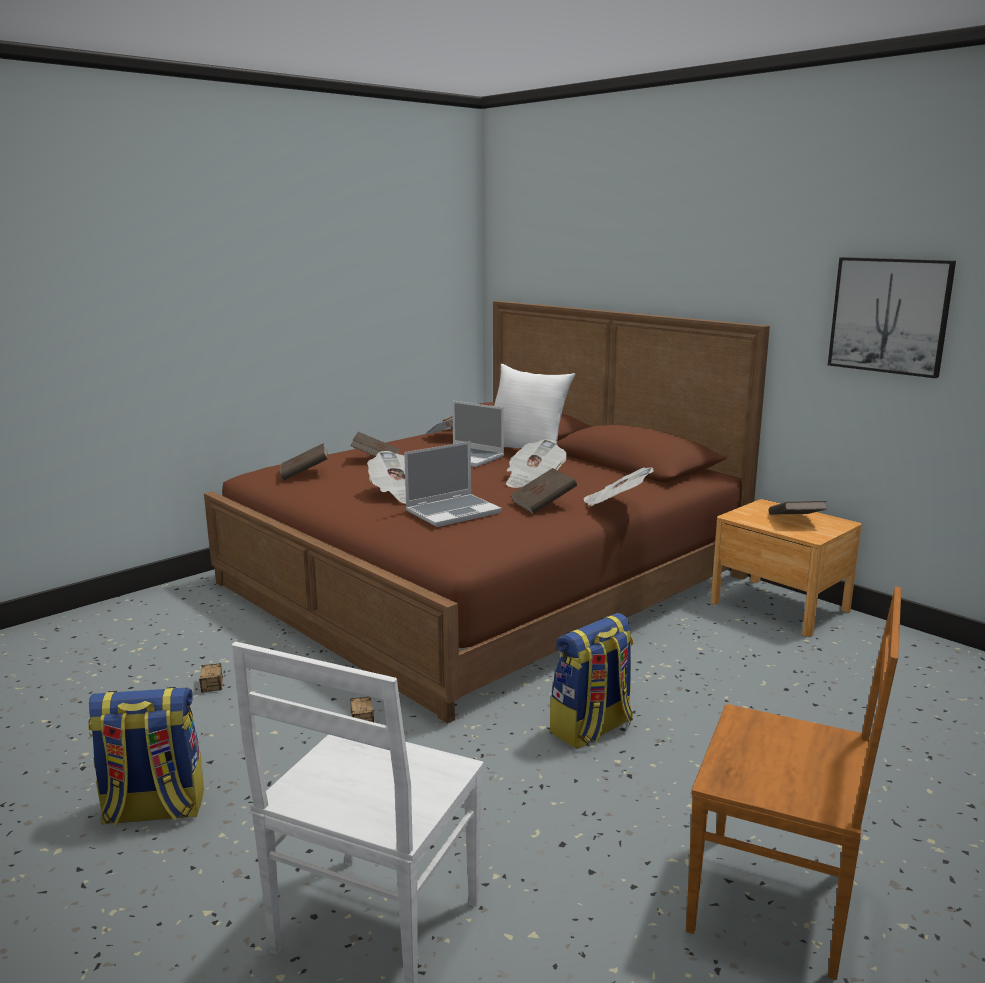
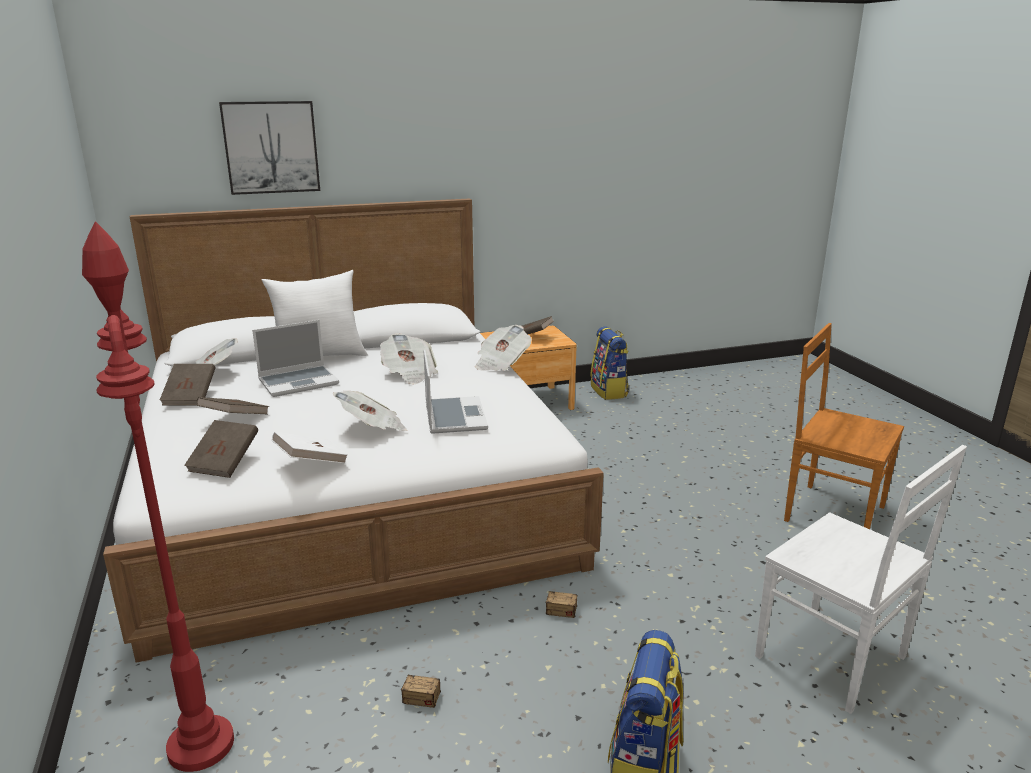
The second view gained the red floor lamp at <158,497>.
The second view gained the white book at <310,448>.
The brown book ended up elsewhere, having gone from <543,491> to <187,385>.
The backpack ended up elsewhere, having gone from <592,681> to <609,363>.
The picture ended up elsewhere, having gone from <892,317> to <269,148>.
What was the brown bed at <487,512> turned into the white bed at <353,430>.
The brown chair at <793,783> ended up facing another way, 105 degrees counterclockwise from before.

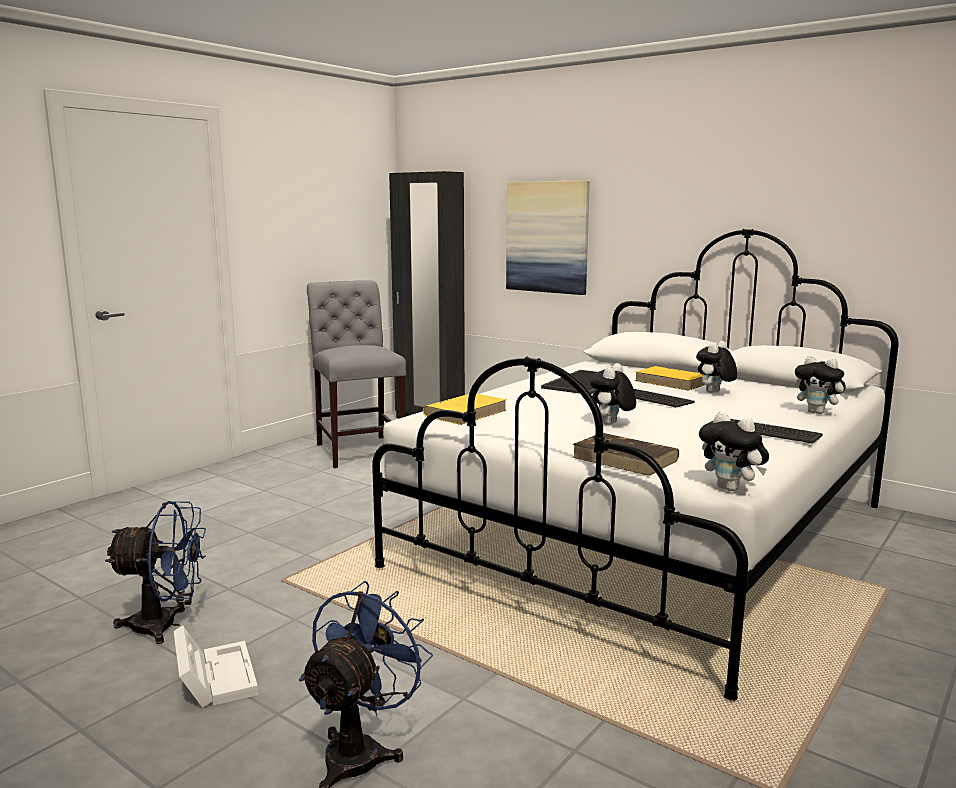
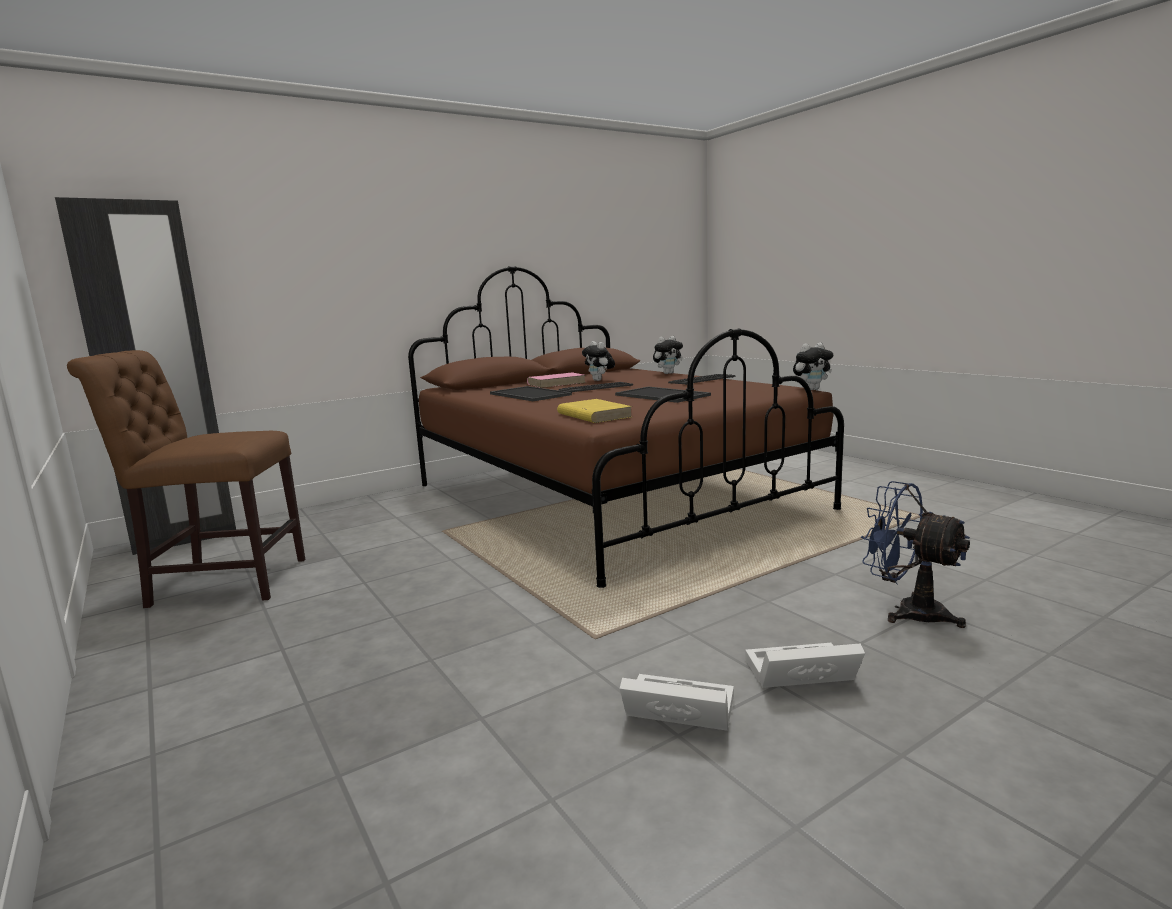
The second view lost the picture at <548,237>.
The second view lost the brown book at <625,454>.
Where the blue fan stood at <155,572>, the white storage box came to stand at <677,702>.
Where the plush toy stood at <613,394>, the tray came to stand at <663,394>.
What was the grey chair at <356,374> turned into the brown chair at <186,479>.
What was the white bed at <635,465> turned into the brown bed at <626,427>.
What was the yellow book at <669,378> turned into the pink book at <556,380>.

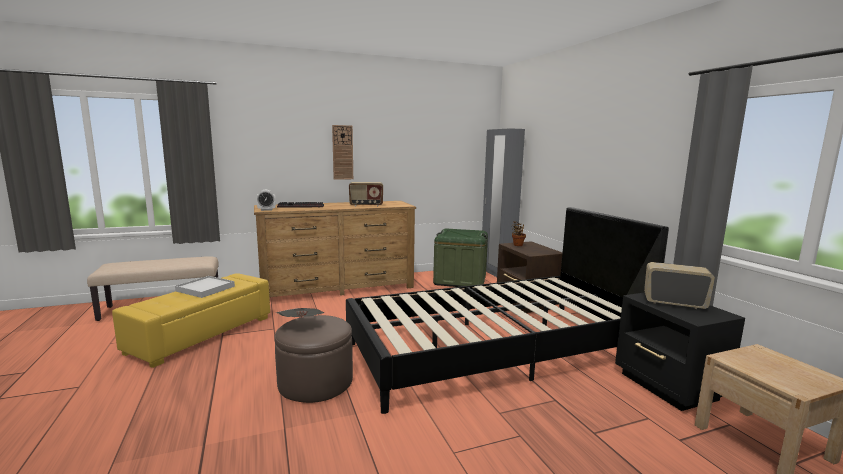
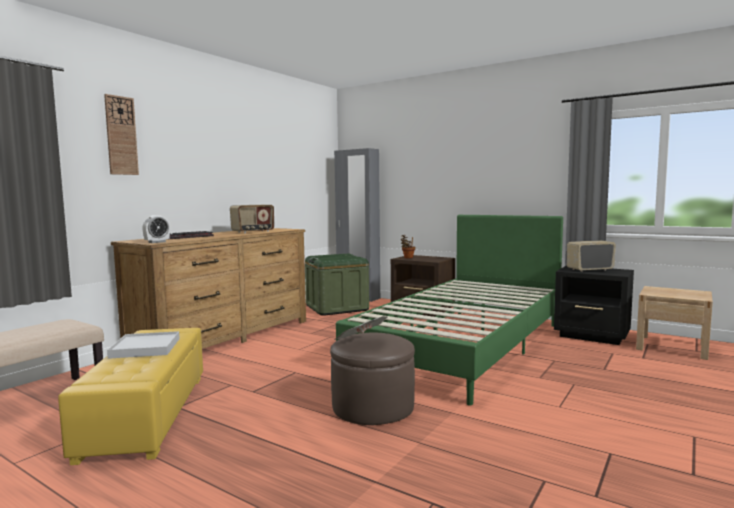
The wall clock ended up elsewhere, having gone from <342,152> to <121,134>.
What was the black bed at <507,310> turned into the green bed at <449,310>.

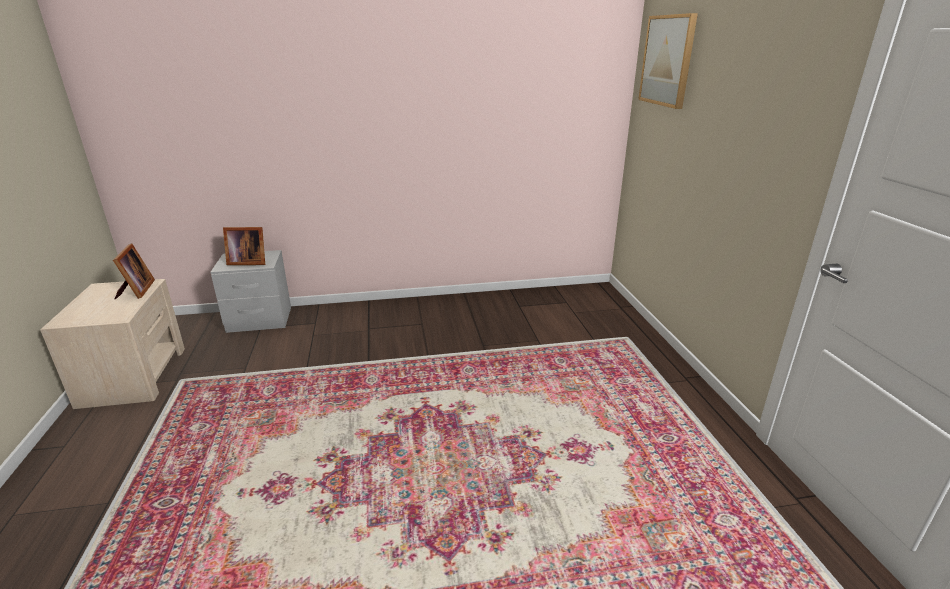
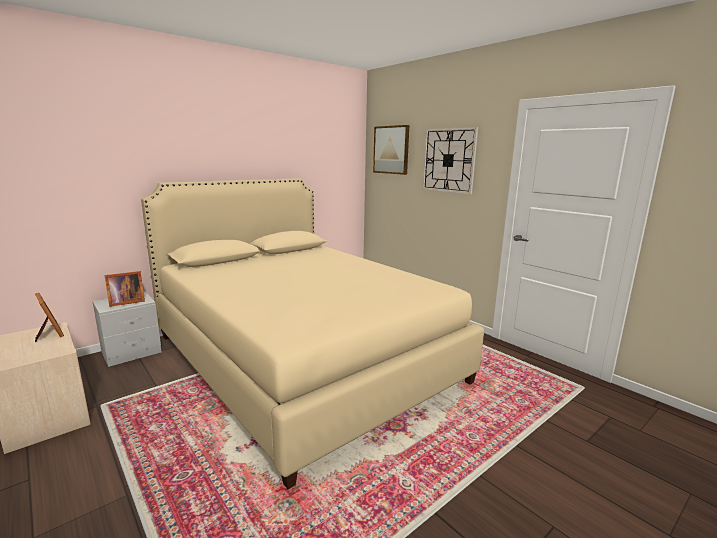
The second view gained the beige bed at <312,333>.
The second view gained the wall clock at <450,160>.

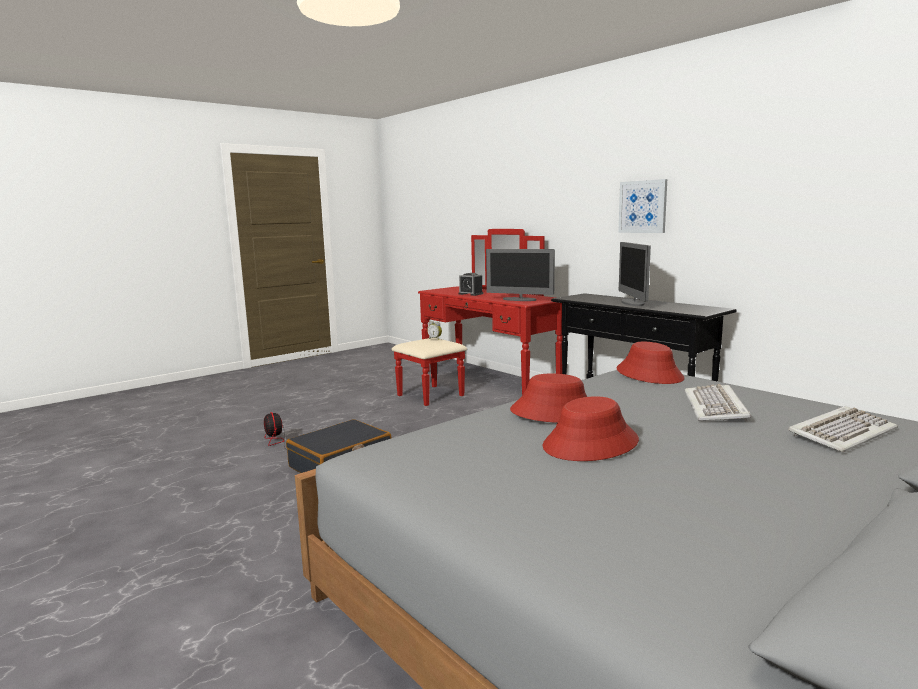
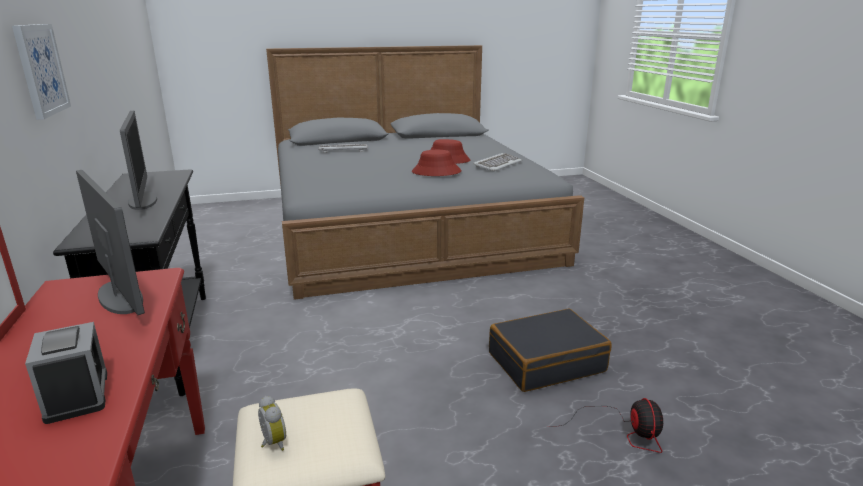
The second view lost the red hat at <650,363>.
The keyboard ended up elsewhere, having gone from <717,403> to <497,162>.
The monitor at <635,274> ended up facing another way, 45 degrees counterclockwise from before.

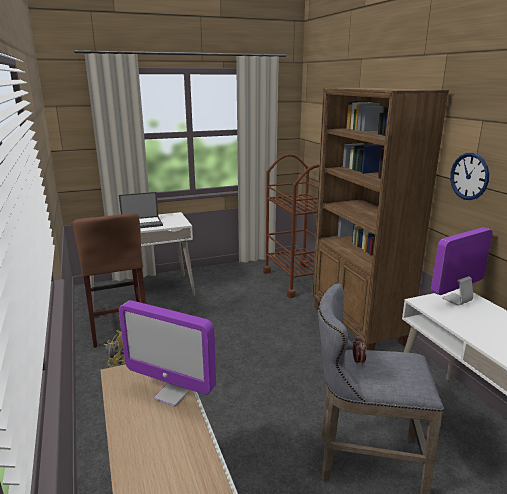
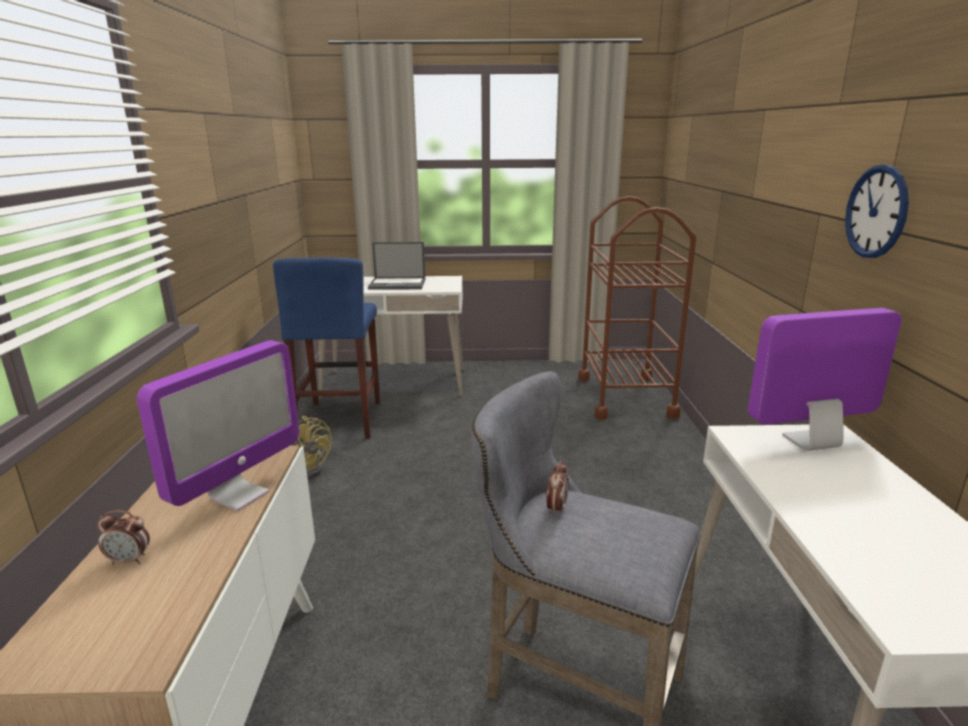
The second view lost the brown bookcase at <381,219>.
The second view gained the alarm clock at <123,537>.
What was the brown stool at <109,280> turned into the blue stool at <326,348>.
The monitor at <167,353> ended up facing another way, 105 degrees counterclockwise from before.

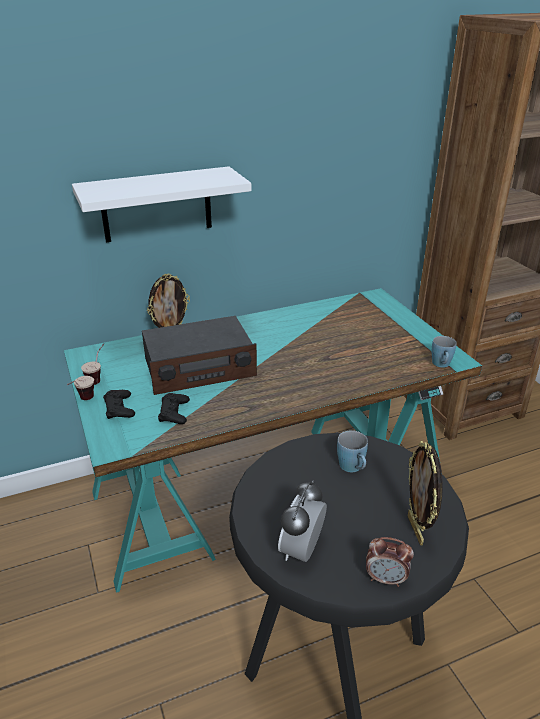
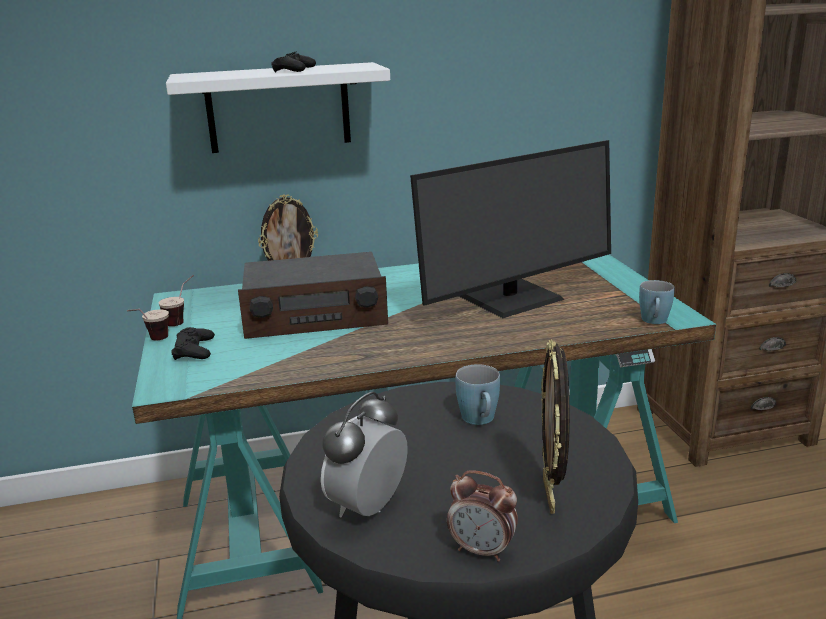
The second view gained the monitor at <510,229>.
The black game controller ended up elsewhere, having gone from <174,408> to <294,61>.

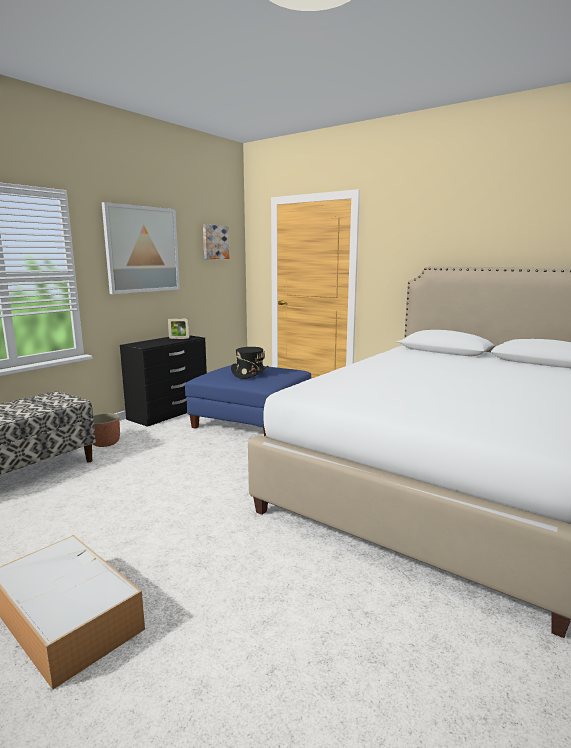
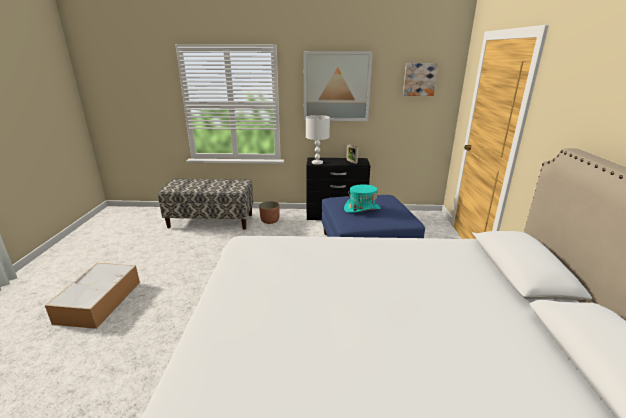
The second view gained the white table lamp at <318,139>.
What was the black hat at <250,363> turned into the turquoise hat at <362,198>.

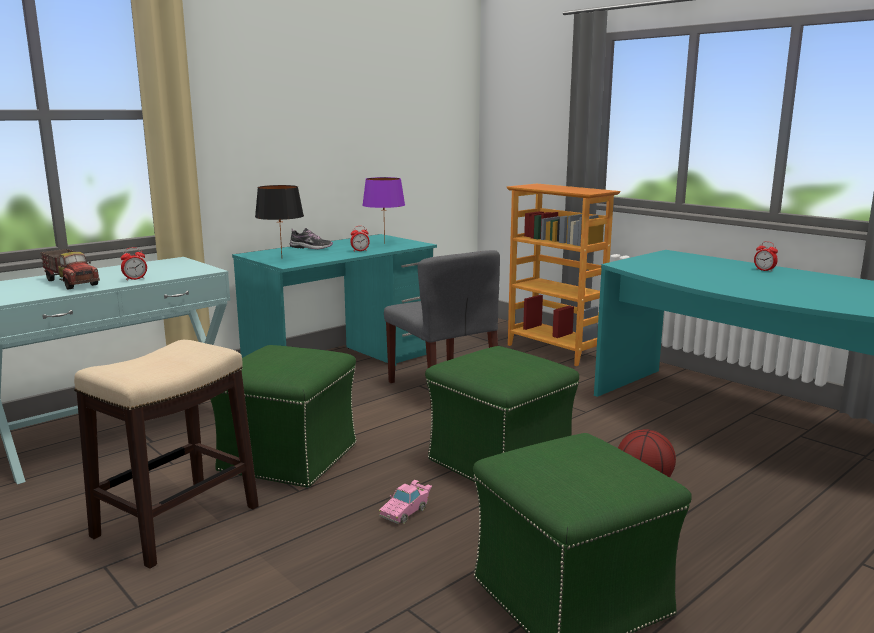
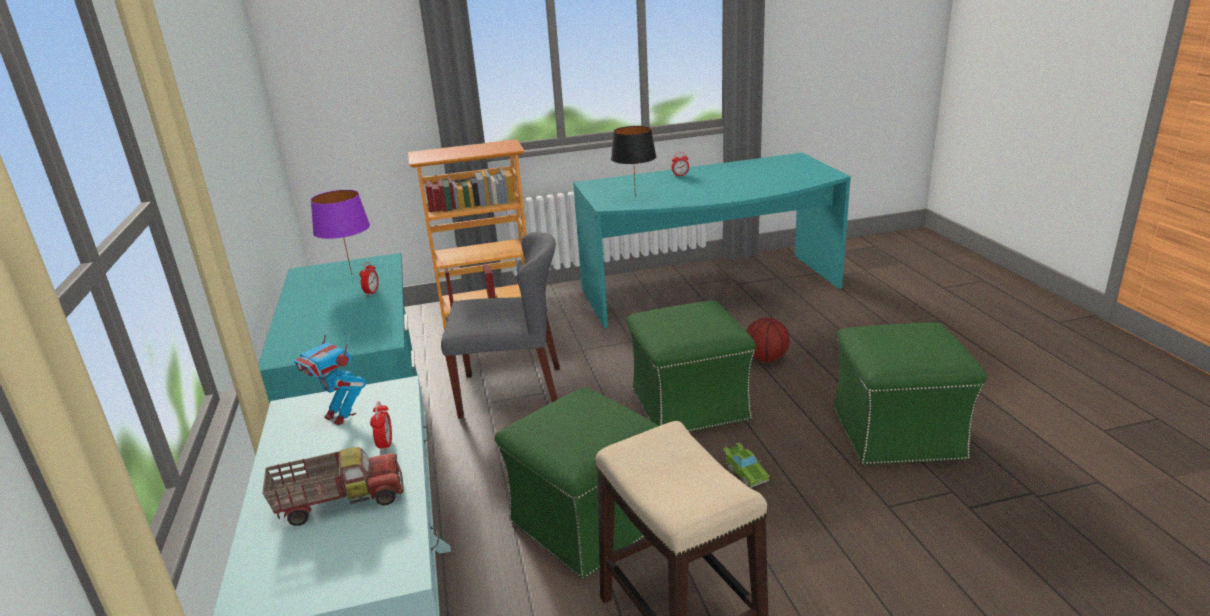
The second view lost the shoe at <311,238>.
The second view gained the toy robot at <330,375>.
The black table lamp ended up elsewhere, having gone from <279,220> to <633,162>.
What was the pink toy car at <405,502> turned into the green toy car at <746,465>.

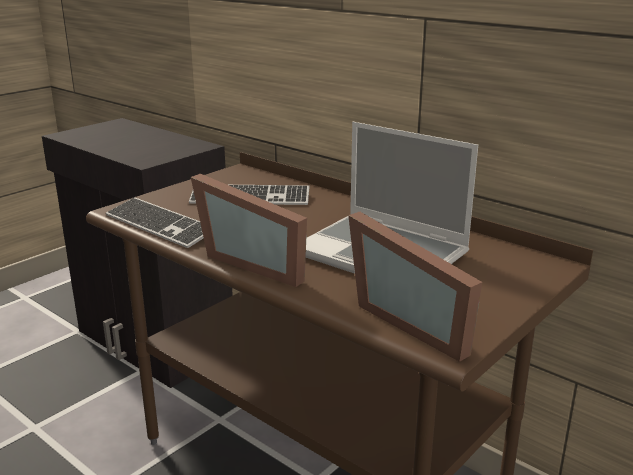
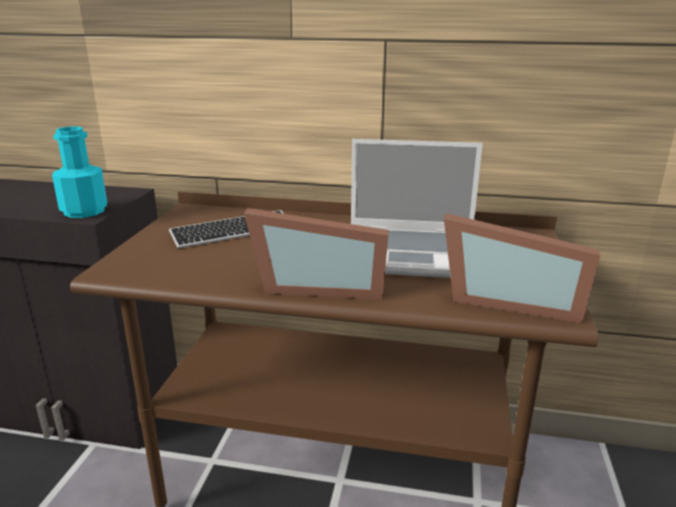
The second view lost the keyboard at <155,222>.
The second view gained the turquoise bottle at <79,172>.

